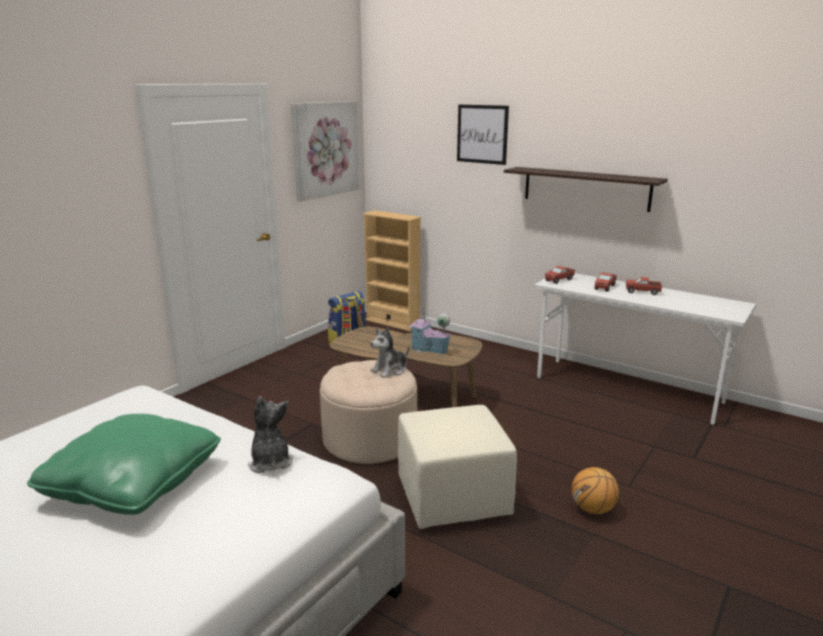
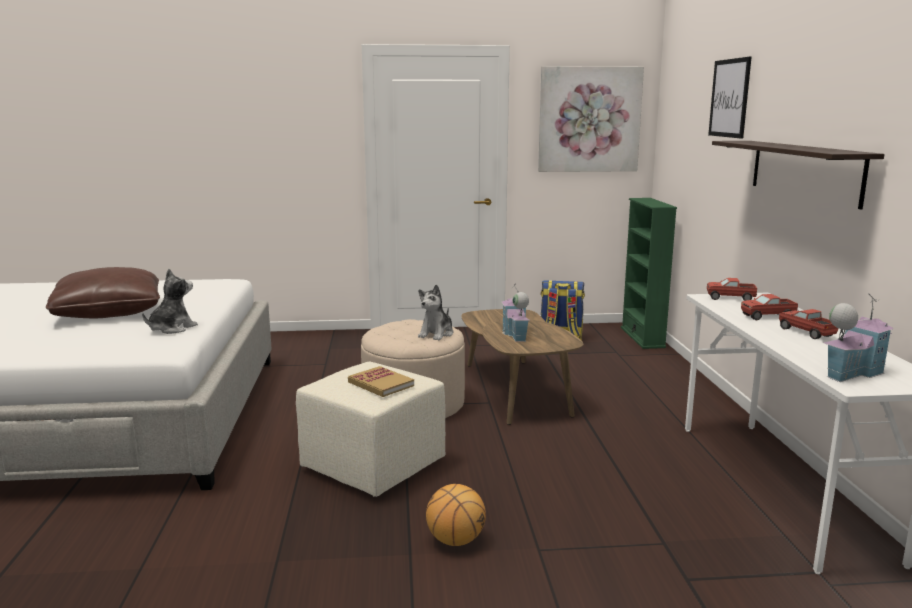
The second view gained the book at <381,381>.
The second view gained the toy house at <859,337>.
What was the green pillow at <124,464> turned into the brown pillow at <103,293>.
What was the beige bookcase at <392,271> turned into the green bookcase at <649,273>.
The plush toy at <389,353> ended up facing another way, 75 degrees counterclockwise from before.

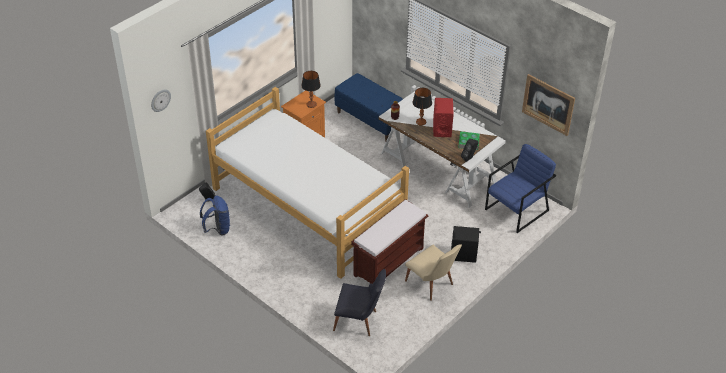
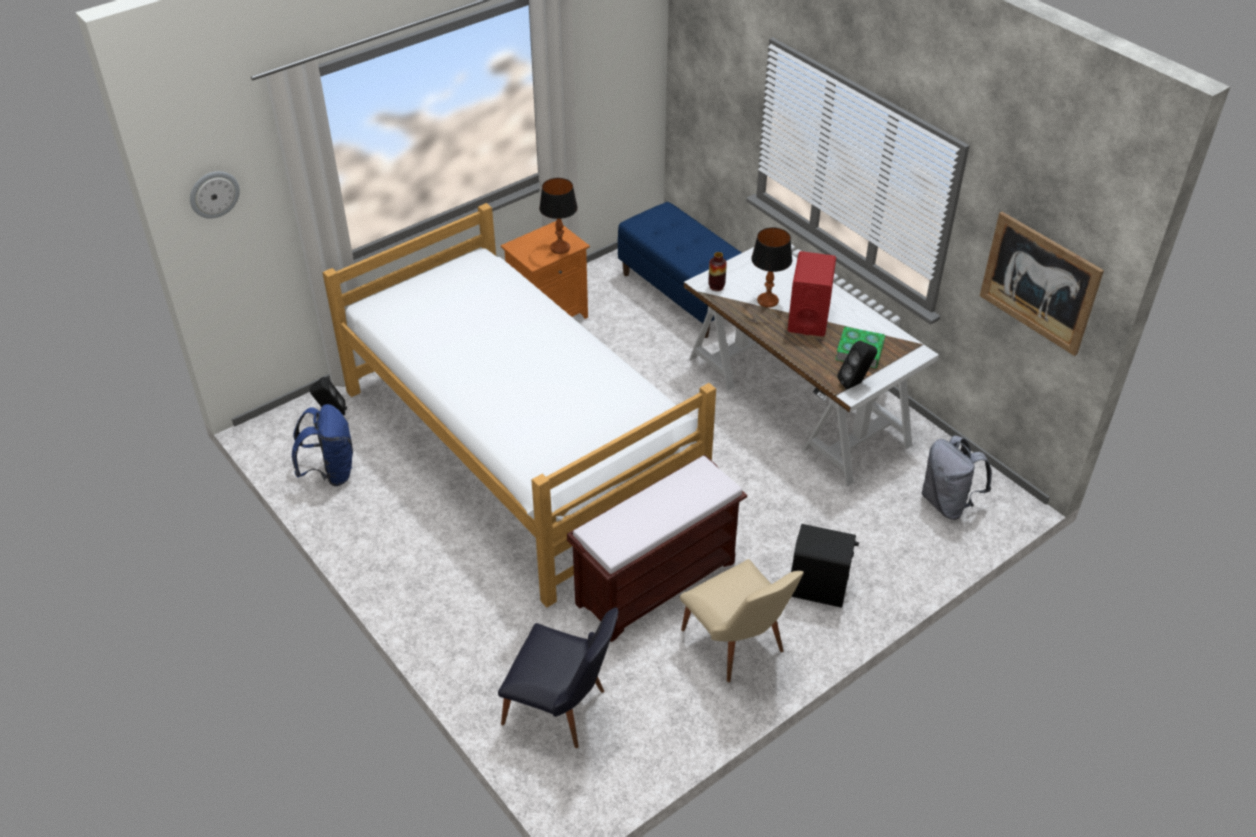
Where the blue armchair stood at <520,188>, the grey backpack came to stand at <957,477>.

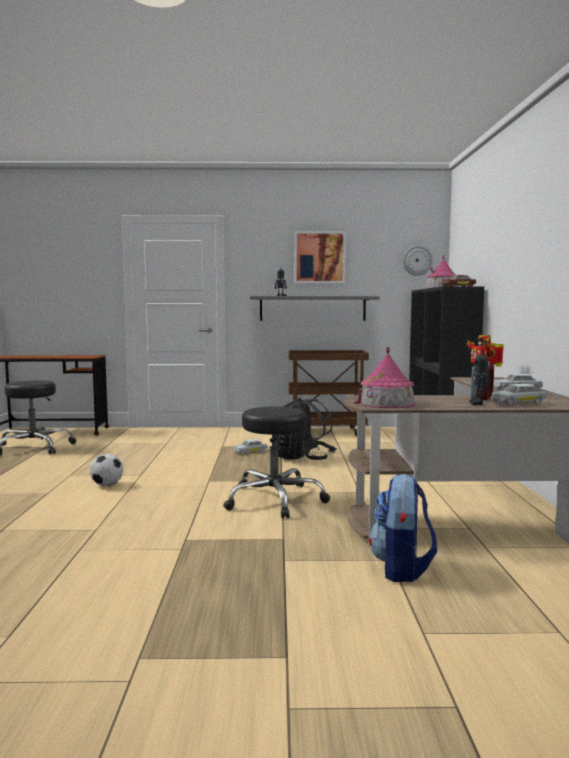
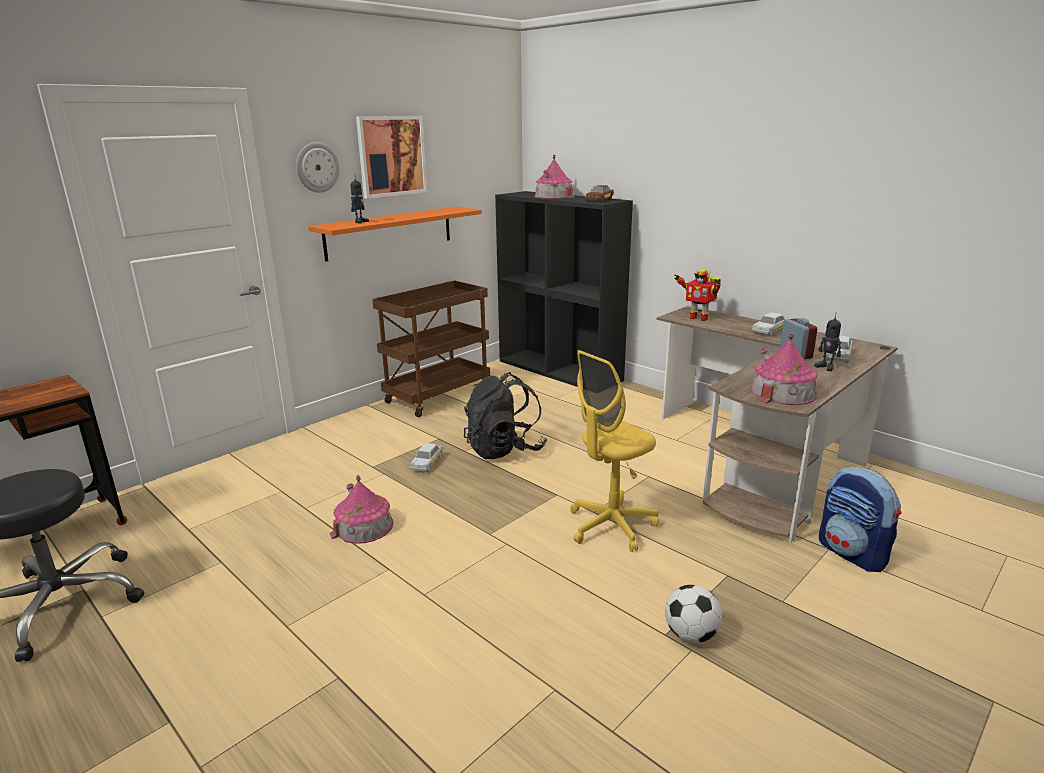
The second view gained the toy house at <361,509>.
The football ended up elsewhere, having gone from <106,470> to <693,614>.
The wall clock ended up elsewhere, having gone from <418,260> to <318,167>.
Where the black stool stood at <276,462>, the yellow office chair came to stand at <614,451>.
What was the grey shelf at <315,308> turned into the orange shelf at <395,234>.

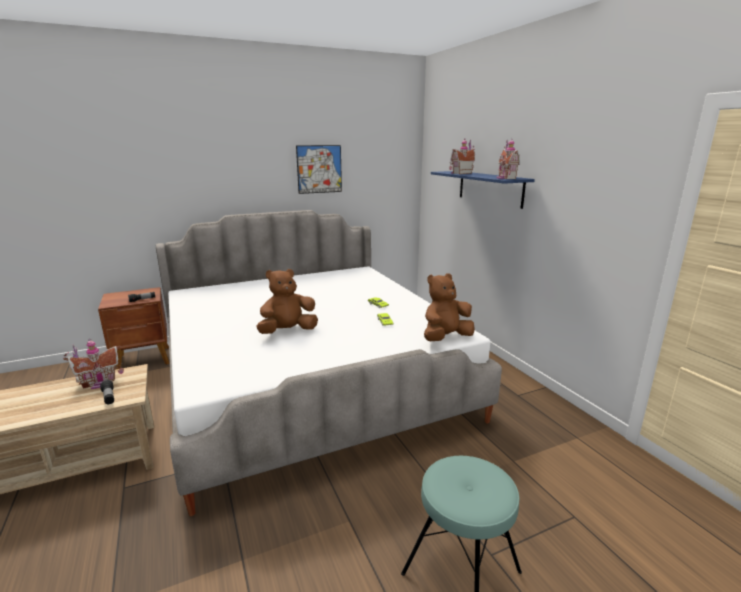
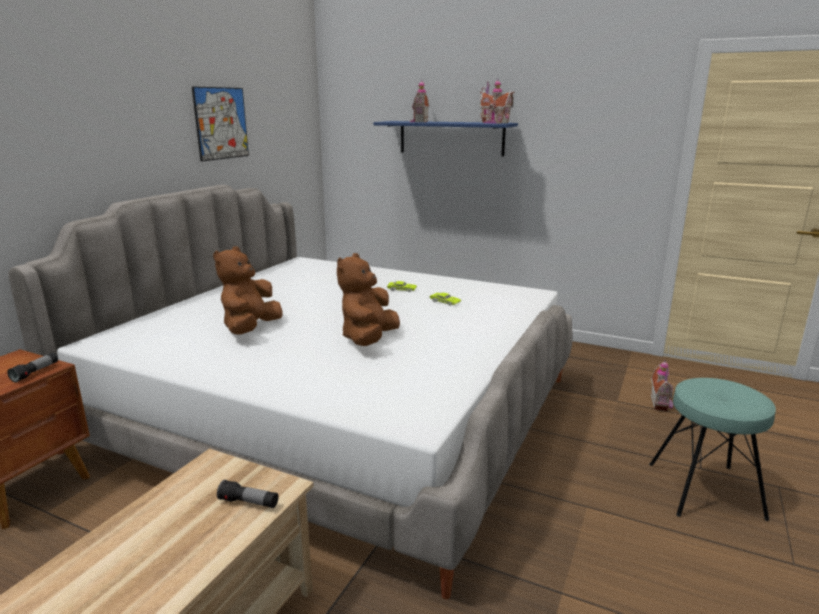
The toy house ended up elsewhere, having gone from <93,363> to <662,385>.
The brown plush toy ended up elsewhere, having gone from <449,307> to <248,291>.

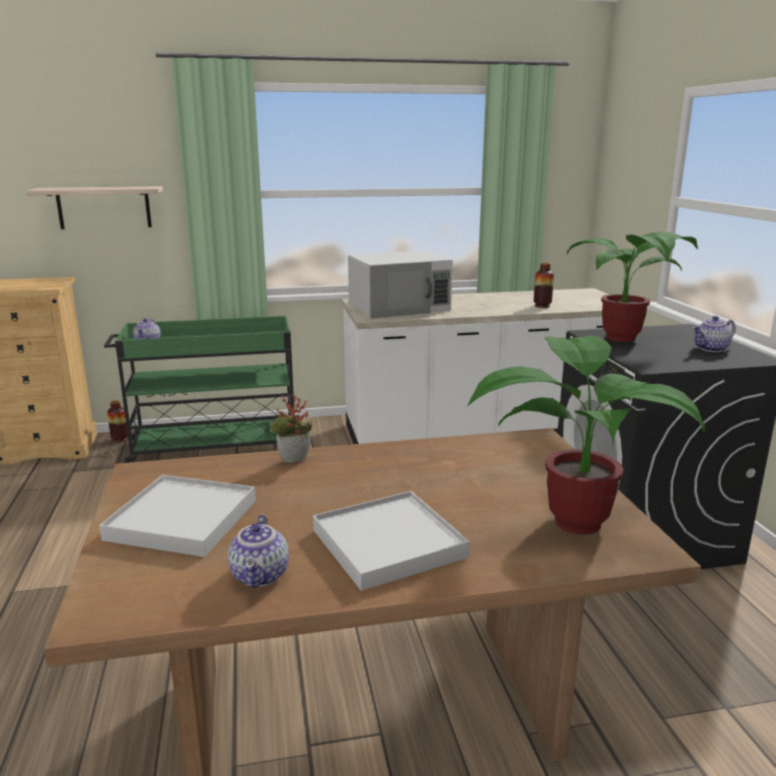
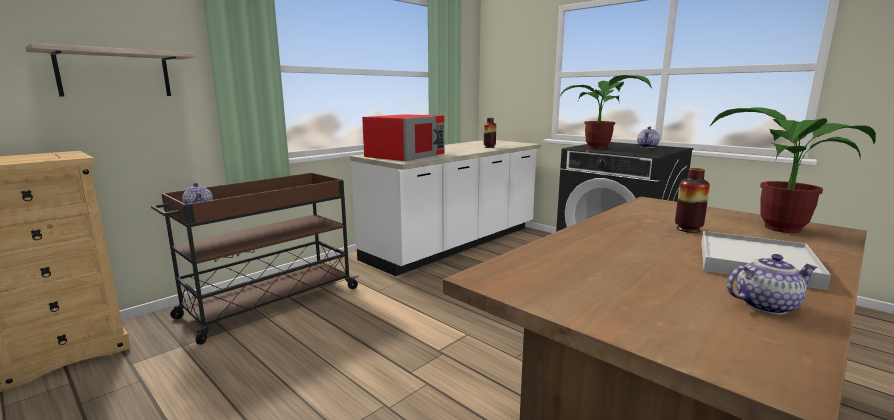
The second view lost the white tray at <177,516>.
The second view lost the potted plant at <291,428>.
The vase ended up elsewhere, having gone from <117,421> to <692,200>.
What was the green cart at <202,389> turned into the brown cart at <255,259>.
What was the white microwave at <400,284> turned into the red microwave at <403,137>.
The teapot at <258,551> ended up facing another way, 60 degrees counterclockwise from before.

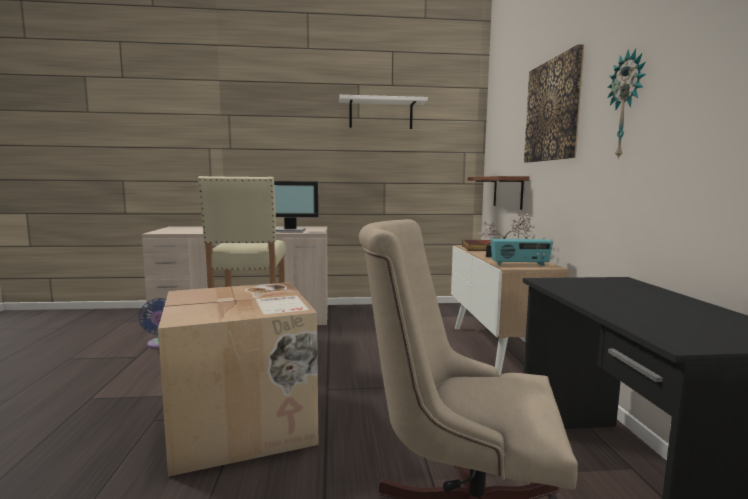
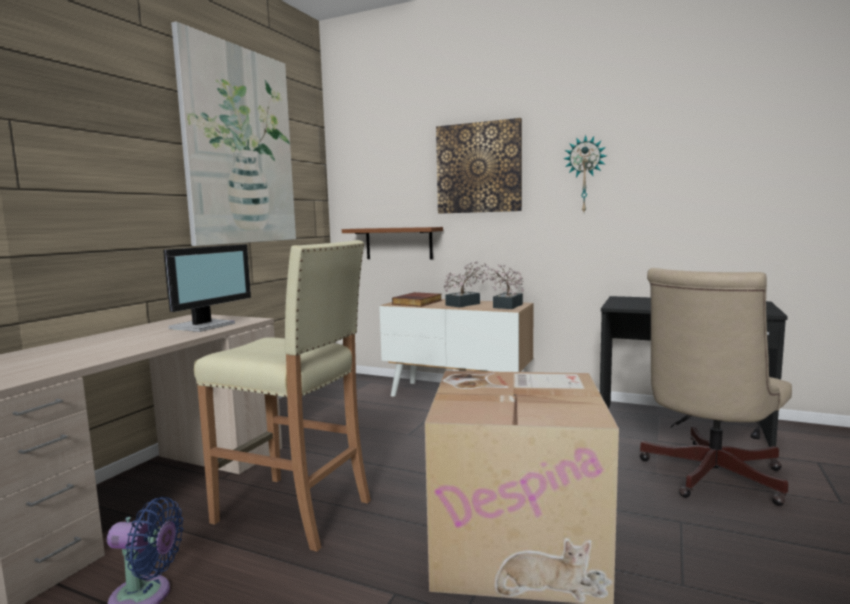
Where the white shelf hung at <383,112>, the picture came to hang at <233,133>.
Where the radio stood at <522,252>, the potted plant came to stand at <505,286>.

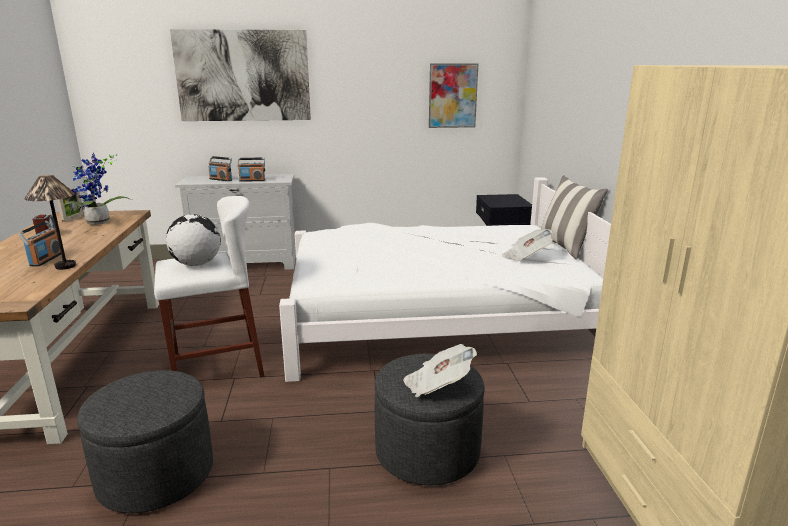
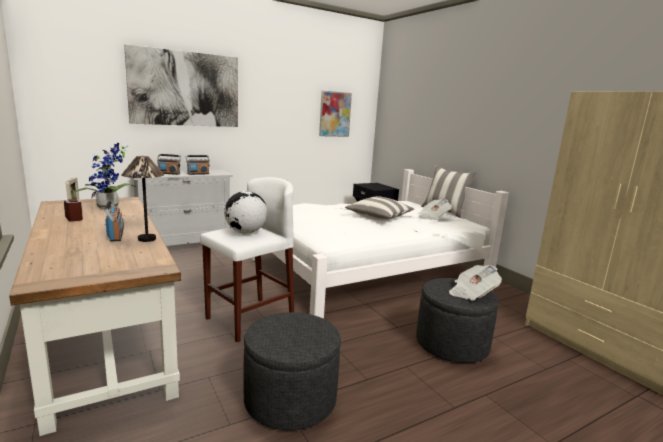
The second view gained the pillow at <379,208>.

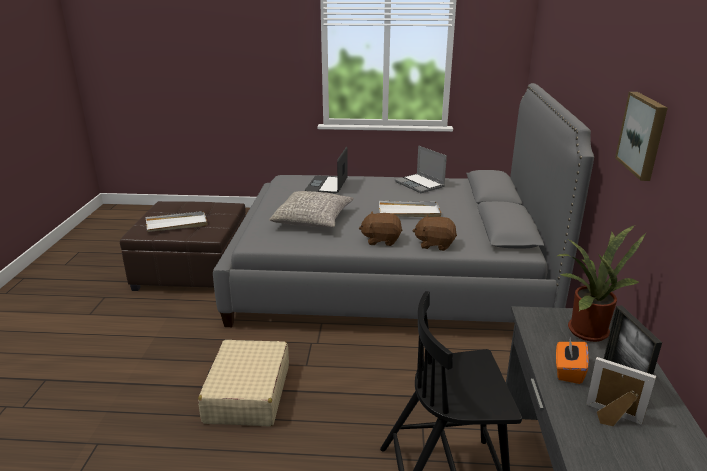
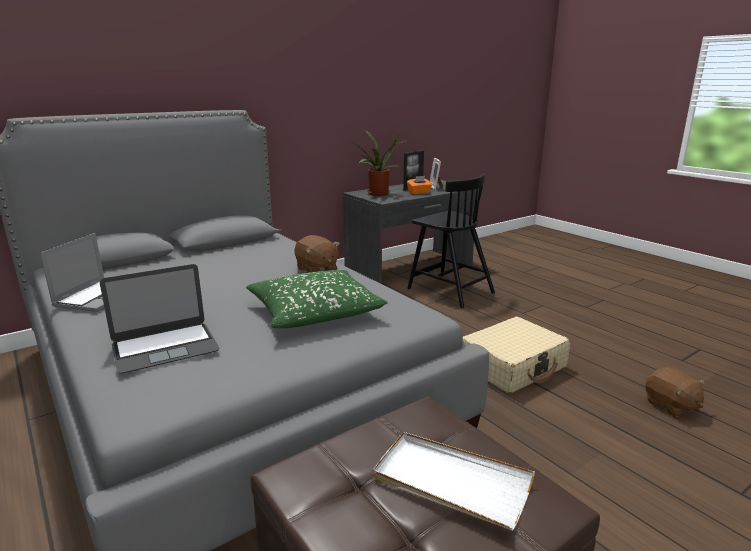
The second view lost the white tray at <410,209>.
The second view lost the picture at <641,136>.
The brown plush toy ended up elsewhere, having gone from <434,233> to <675,392>.
What was the grey pillow at <311,209> turned into the green pillow at <317,299>.

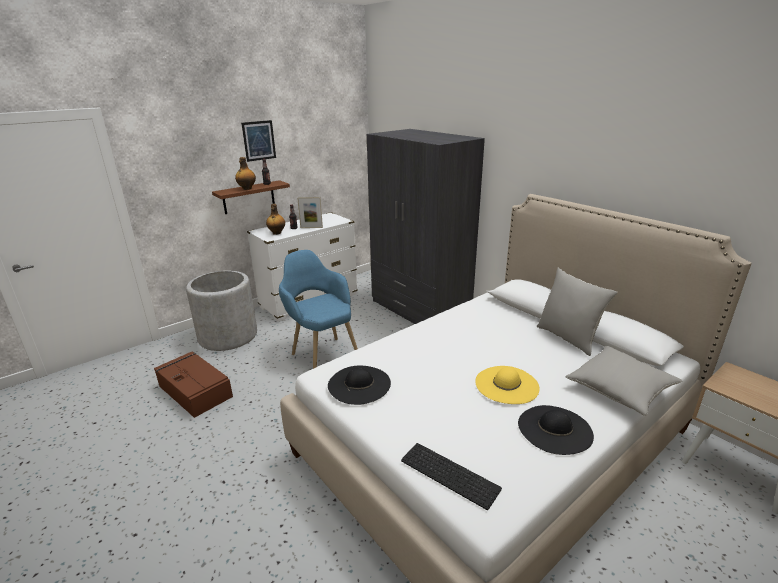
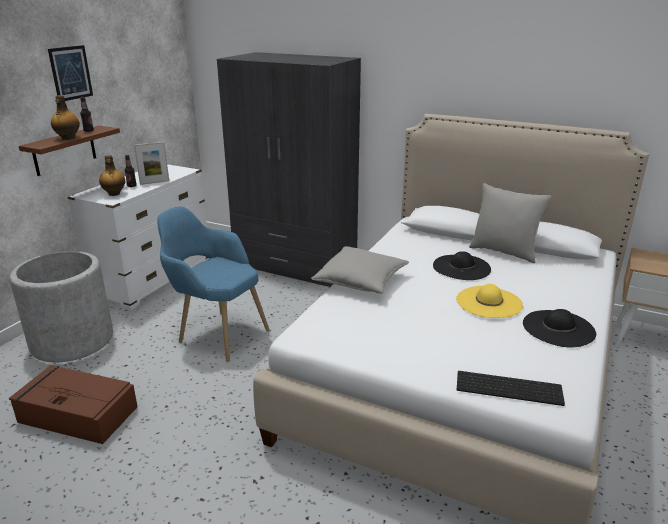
The black hat ended up elsewhere, having gone from <359,385> to <462,265>.
The grey pillow ended up elsewhere, having gone from <623,381> to <360,270>.

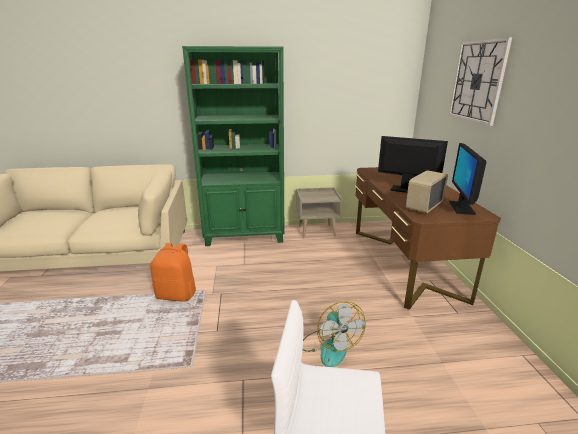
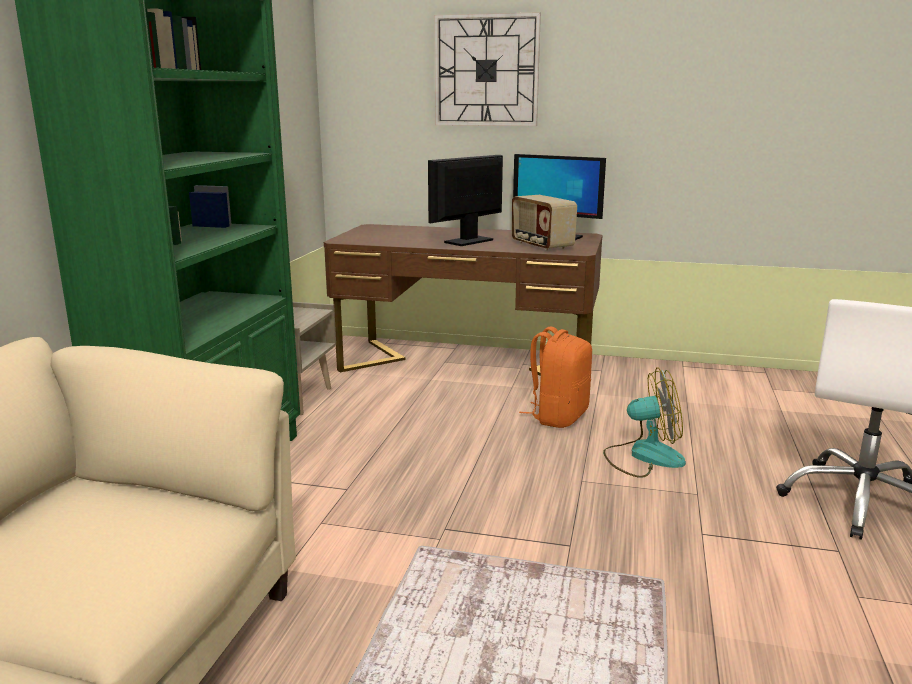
The orange backpack ended up elsewhere, having gone from <173,272> to <555,377>.

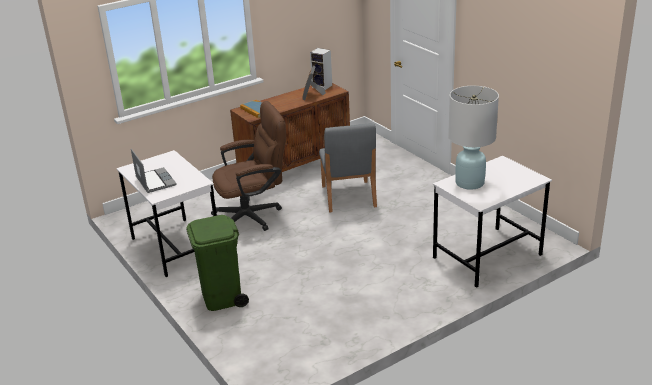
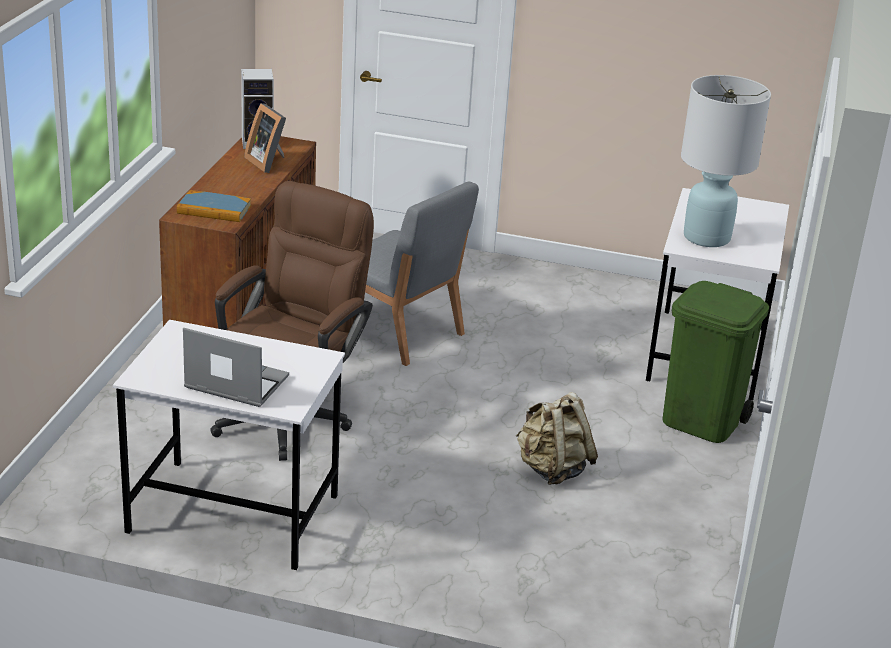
The second view gained the beige backpack at <557,438>.
The green trash can ended up elsewhere, having gone from <217,263> to <715,362>.

